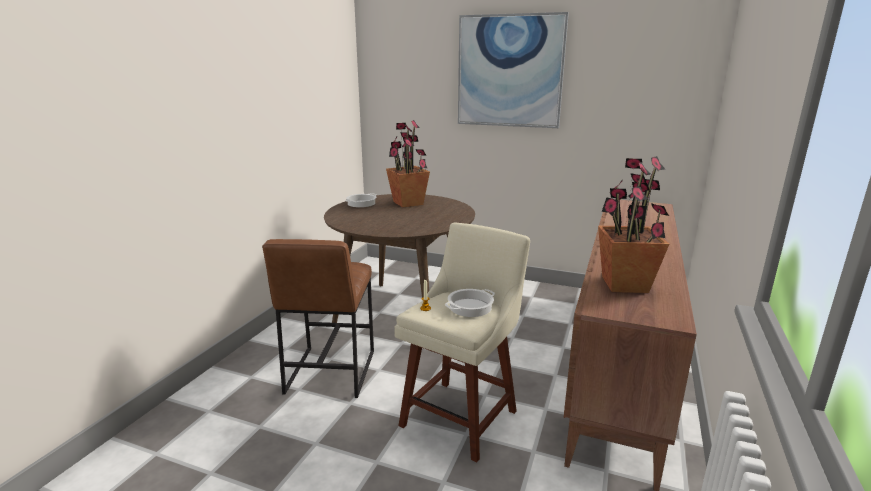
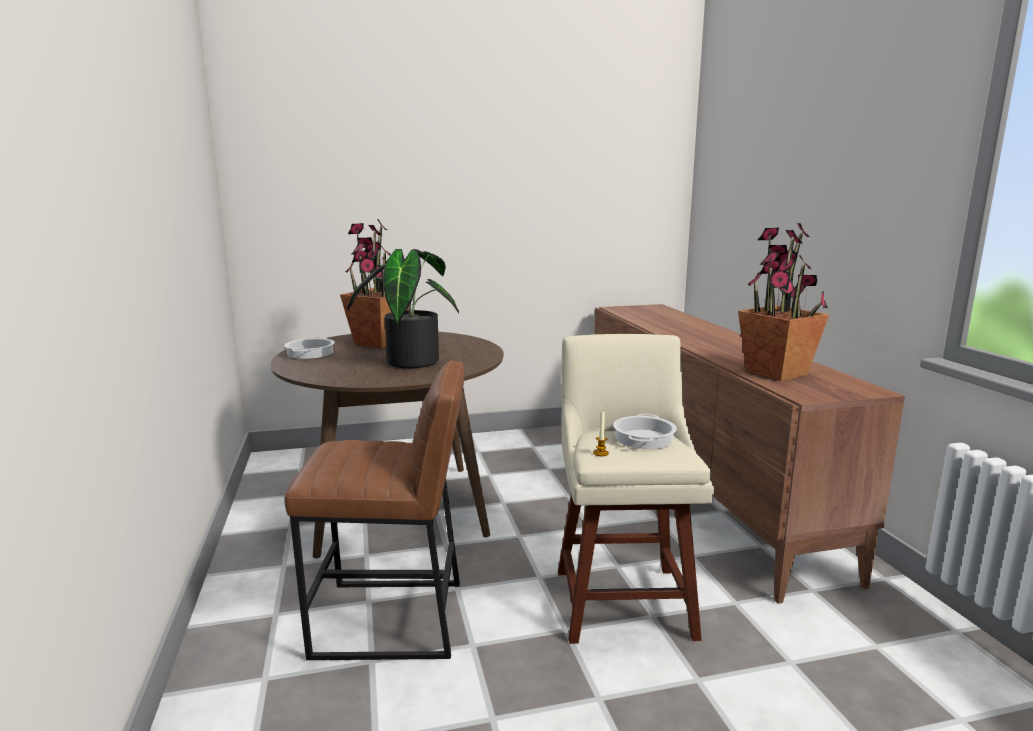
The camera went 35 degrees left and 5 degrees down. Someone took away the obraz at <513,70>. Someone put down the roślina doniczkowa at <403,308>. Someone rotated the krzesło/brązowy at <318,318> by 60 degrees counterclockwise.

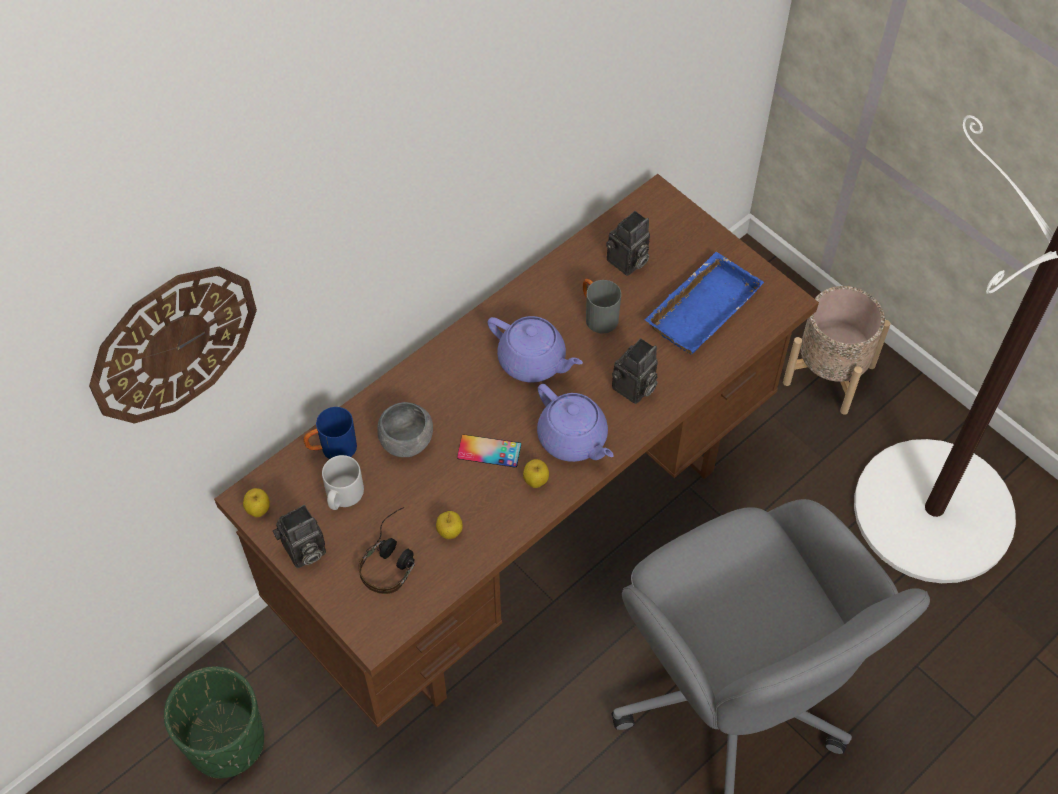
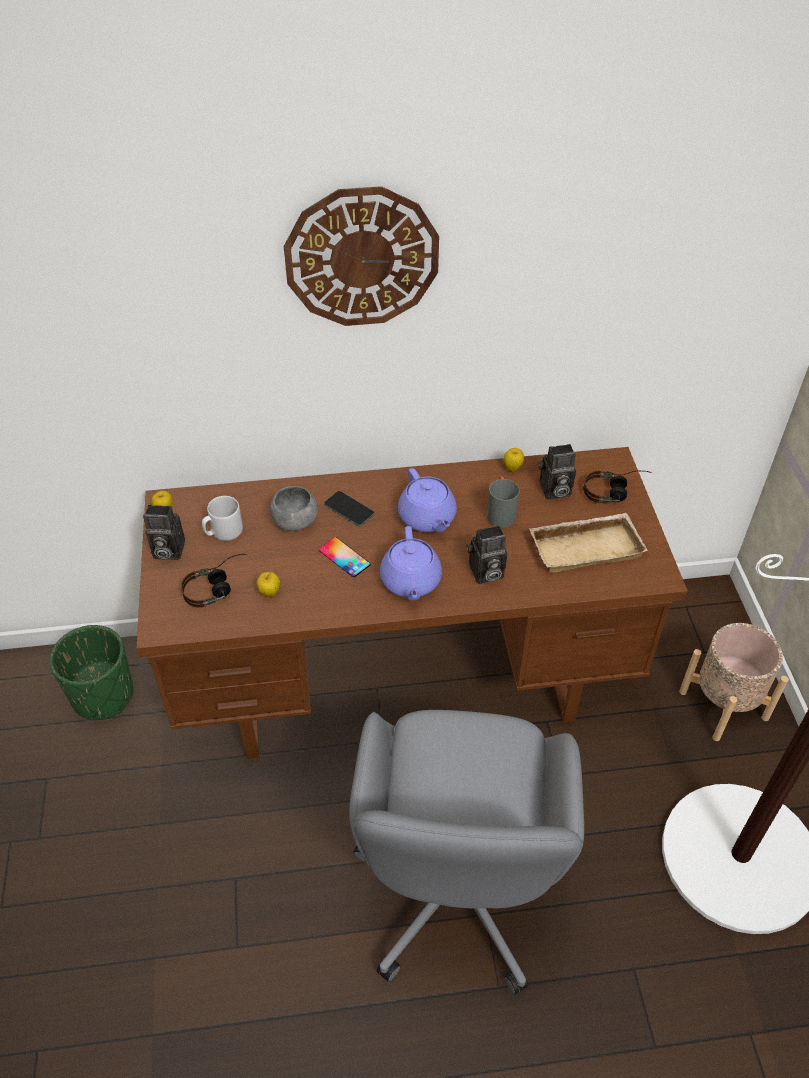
The camera went 35 degrees right and 10 degrees down. Someone took away the kubek/niebieski at <330,433>. Someone put down the telefon at <349,508>. Someone put down the słuchawki at <618,487>. Someone carried the zegar ścienny from <173,345> to <361,256>. Someone carried the jabłko from <536,473> to <514,459>. Someone repainted the taca/niebieski at <704,303>, which became the taca/beżowy at <588,543>.

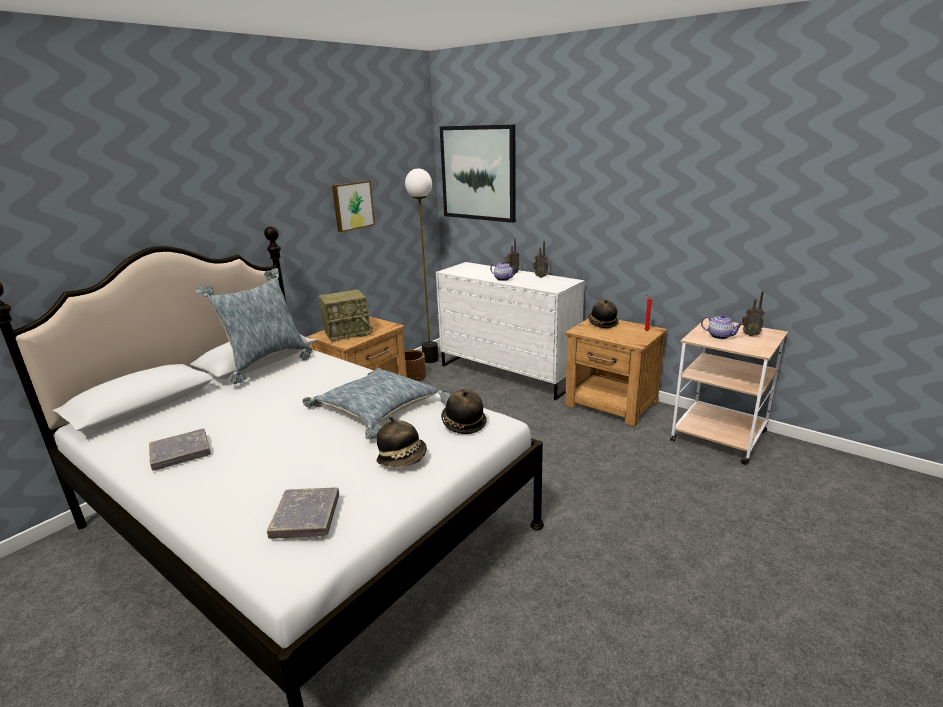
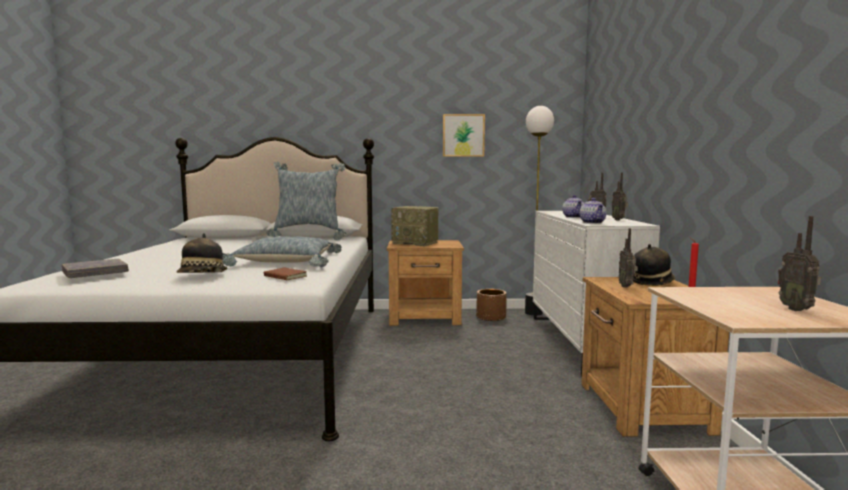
The camera went 50 degrees right and 15 degrees down. Someone took away the książka/szary at <180,450>. Someone took away the obraz at <478,173>. Someone put down the radio at <628,257>. Someone carried the imbryk from <722,327> to <593,211>. Someone swapped the kapelusz at <464,411> for the książka/brązowy at <285,273>.

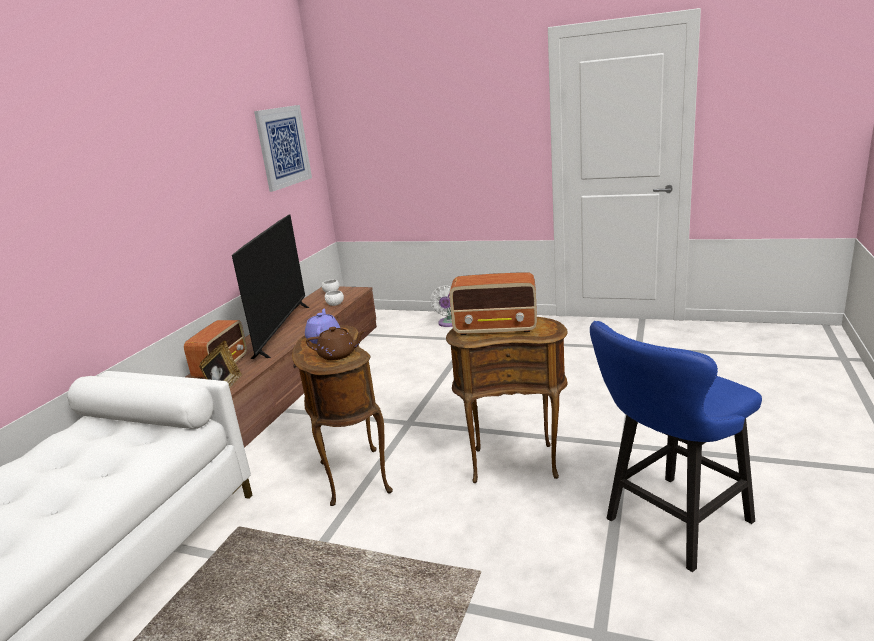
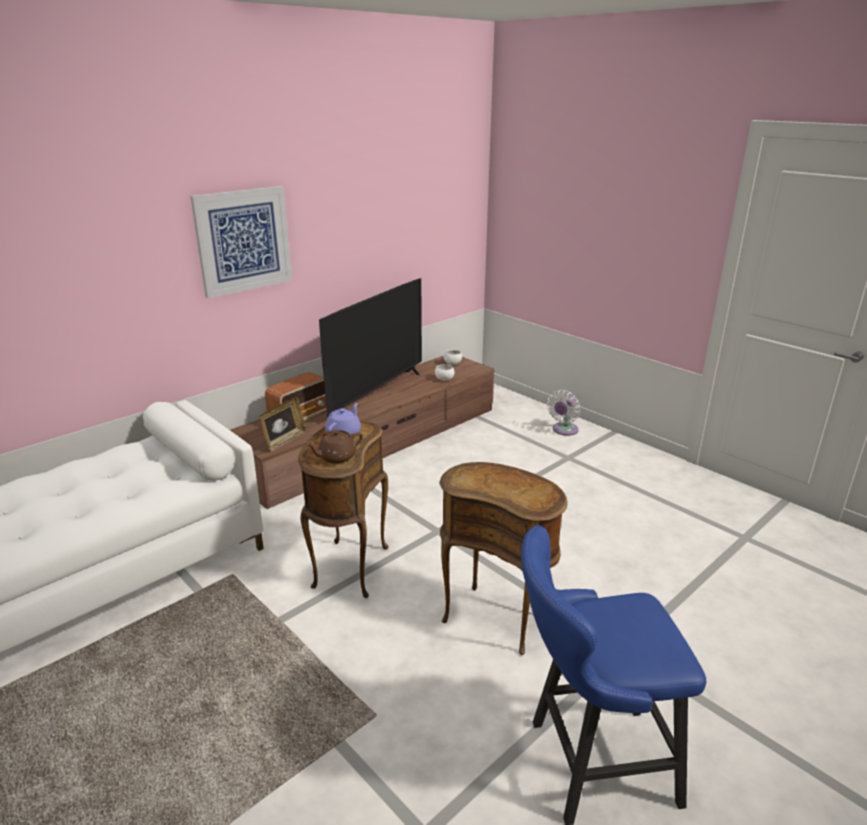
The camera went 25 degrees right and 5 degrees up. Someone took away the radio at <493,303>. Someone carried the obraz from <283,148> to <241,242>. Someone rotated the imbryk/brązowy at <336,343> by 120 degrees clockwise.

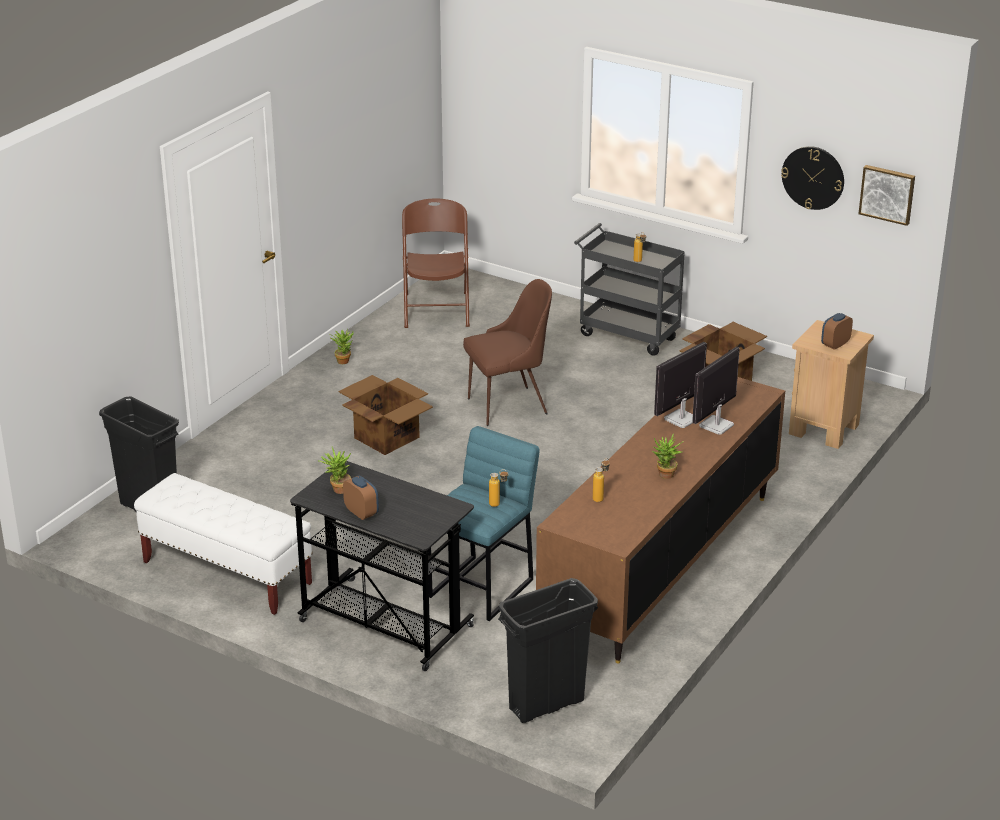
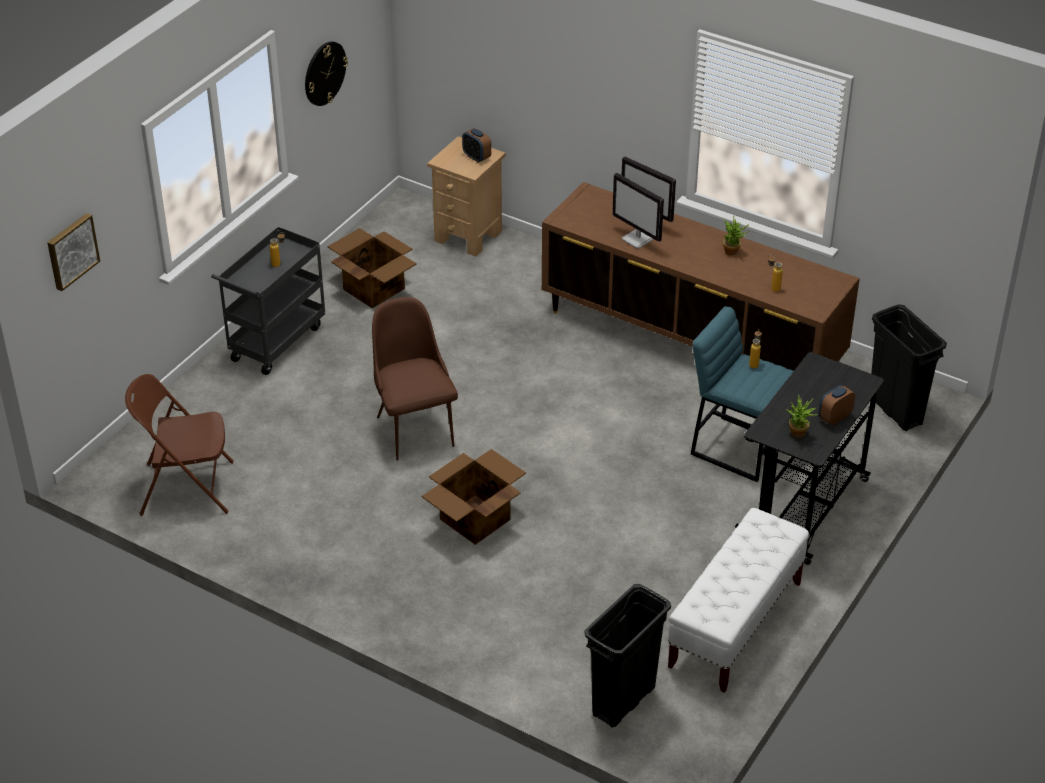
The camera went 90 degrees left and 10 degrees up. Someone took away the roślina doniczkowa at <341,347>. Someone carried the obraz from <887,195> to <74,252>.

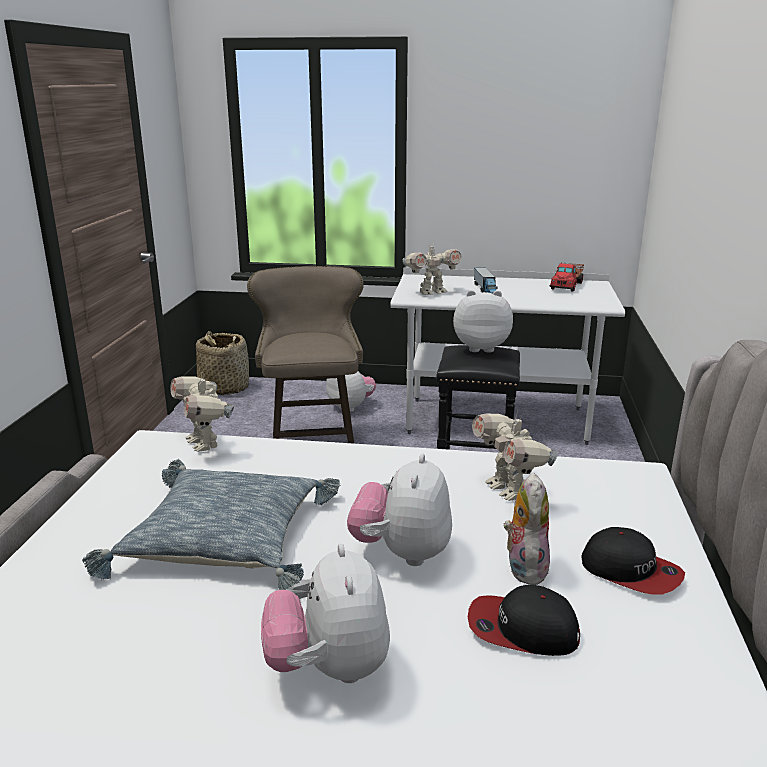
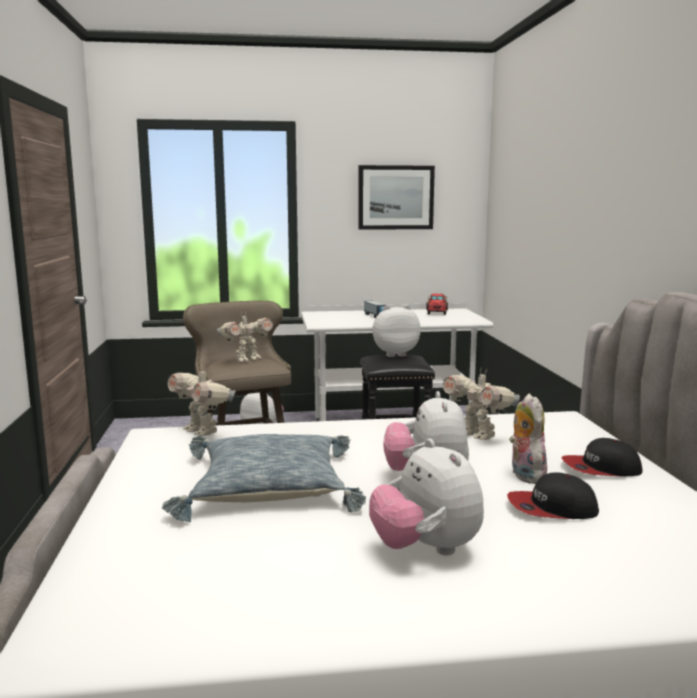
The camera went 15 degrees left and 10 degrees down. Someone took away the koszyk at <222,363>. Someone put up the obraz at <396,197>. Someone carried the robot zabawkowy from <432,268> to <245,336>. Someone rotated the czapka z daszkiem at <633,561> by 150 degrees clockwise.

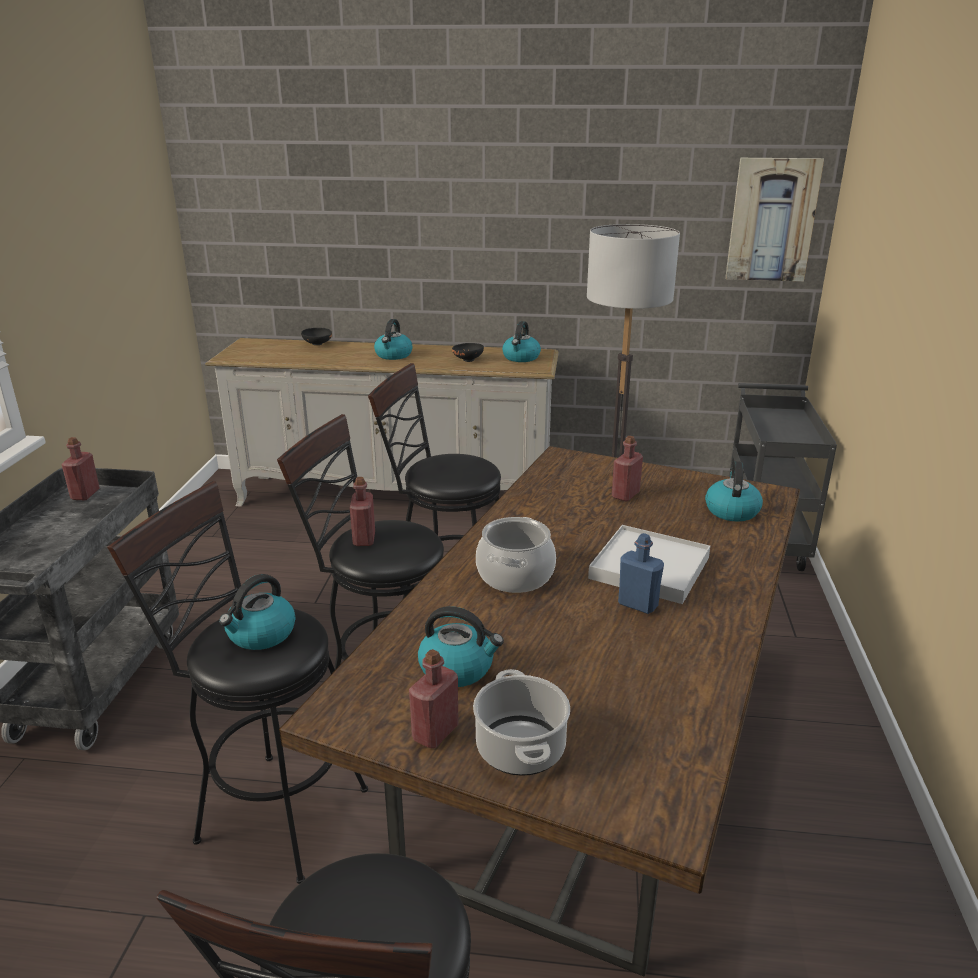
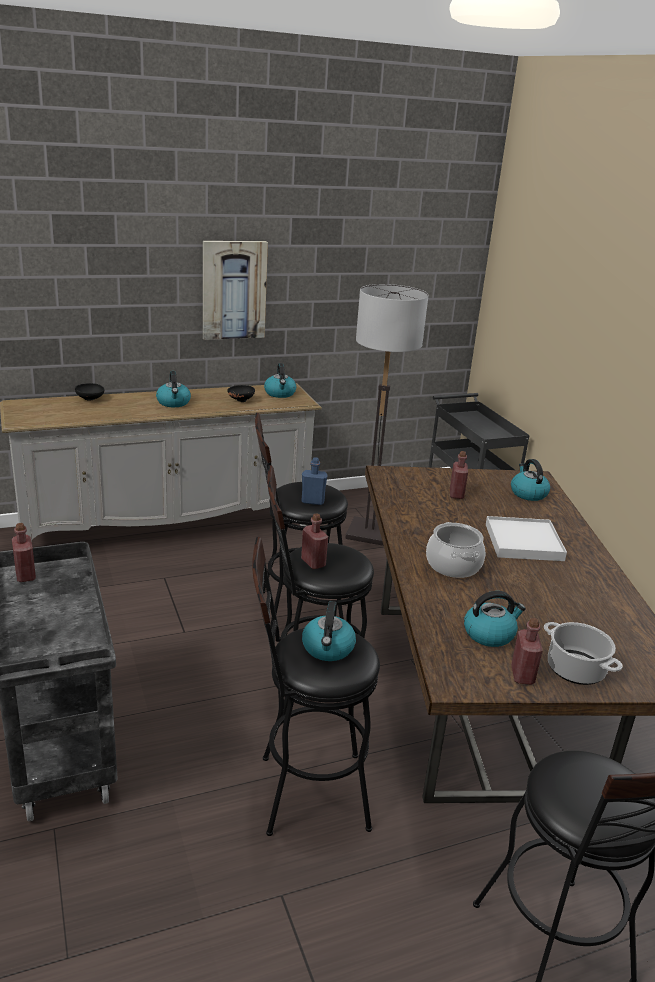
The camera went 30 degrees left and 0 degrees up. Someone carried the butelka/niebieski from <641,573> to <314,481>. Someone carried the obraz from <774,219> to <235,290>.

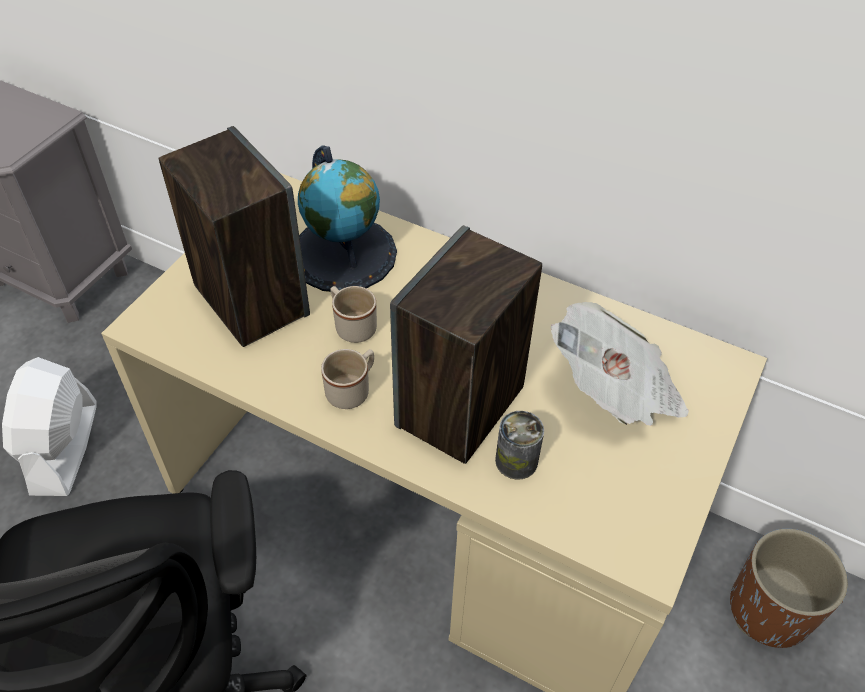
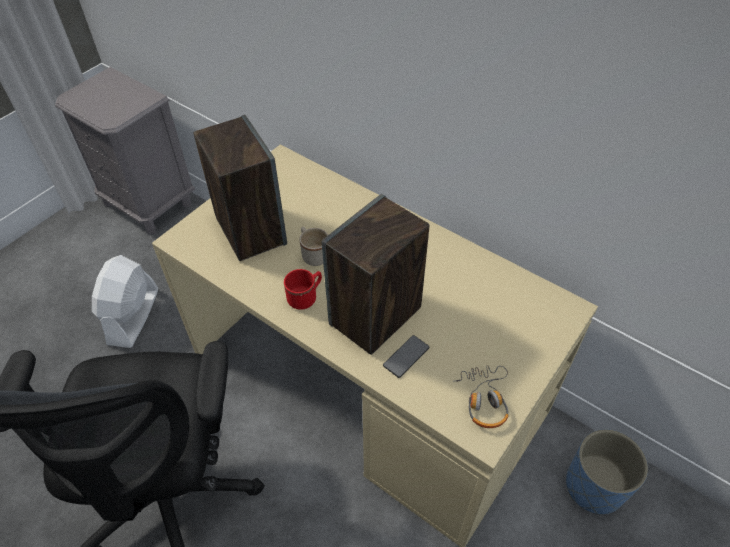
The camera went 10 degrees right and 0 degrees up. Someone took away the globus at <347,218>. Someone took away the gazeta at <620,364>. Someone put down the słuchawki at <481,396>. Someone swapped the puszka at <519,445> for the telefon at <406,356>. Someone repainted the kubek/beżowy at <347,379>, which became the kubek/czerwony at <303,289>. Someone repainted the donica/brązowy at <789,588>, which became the donica/niebieski at <607,472>.

